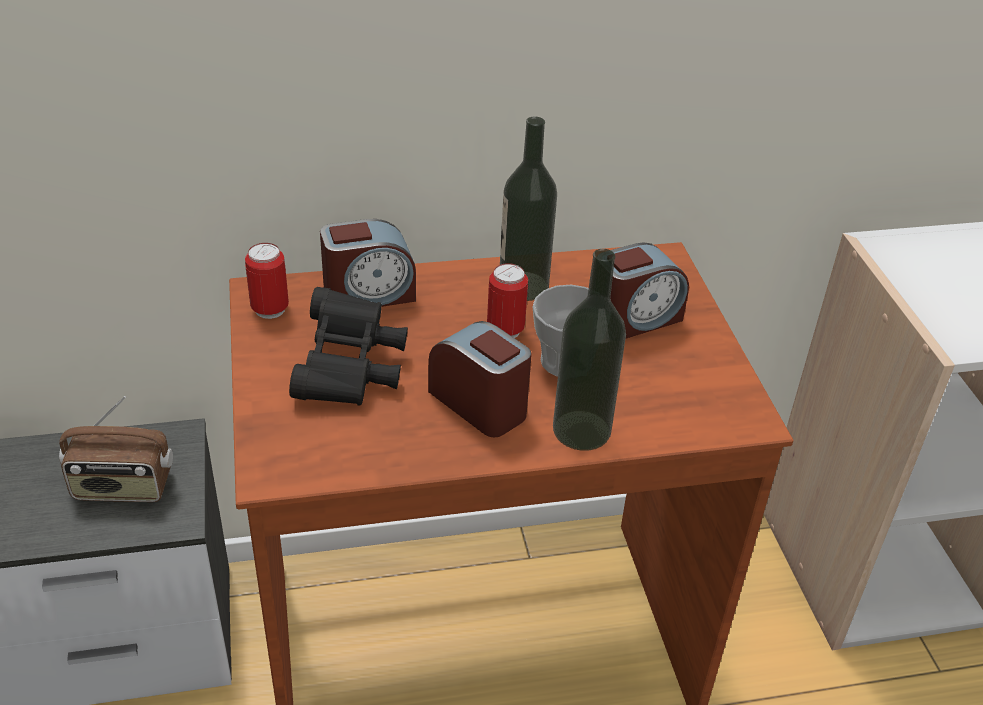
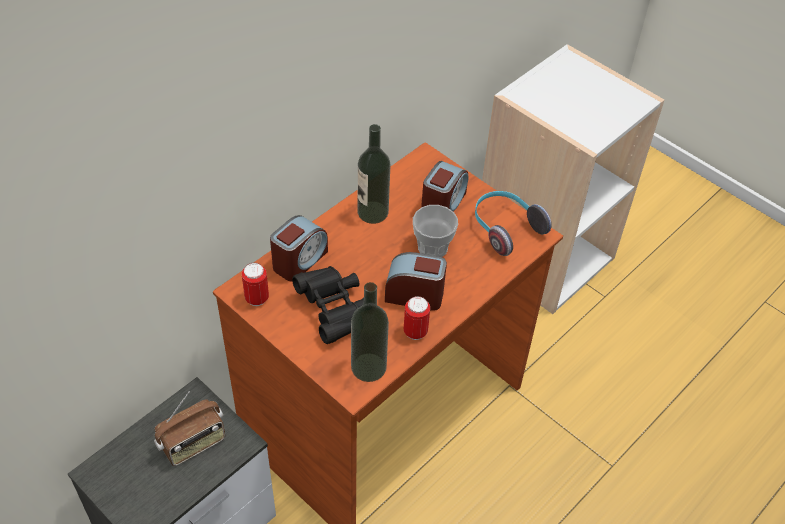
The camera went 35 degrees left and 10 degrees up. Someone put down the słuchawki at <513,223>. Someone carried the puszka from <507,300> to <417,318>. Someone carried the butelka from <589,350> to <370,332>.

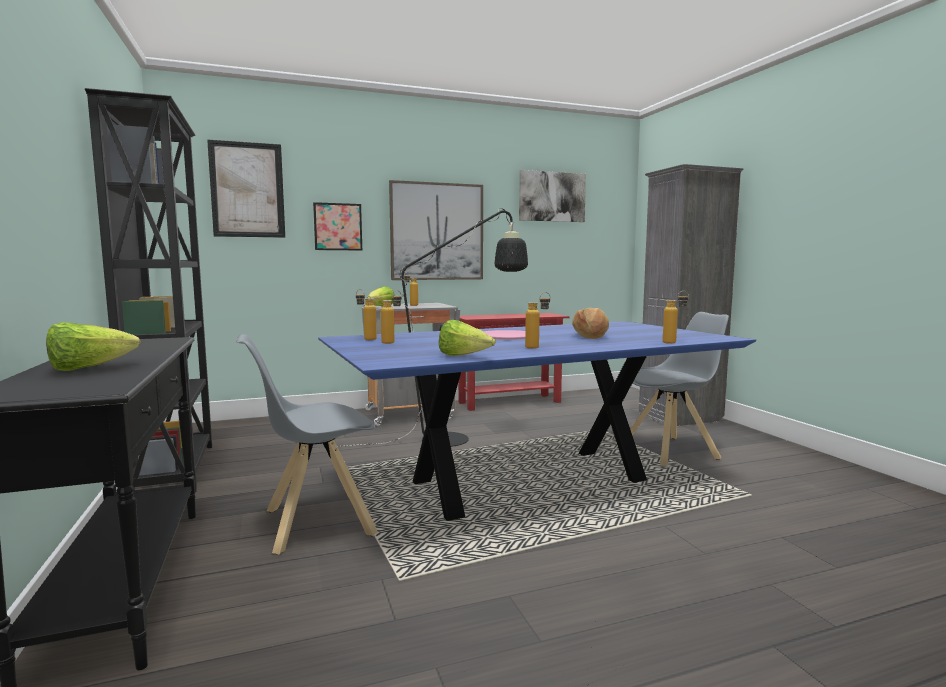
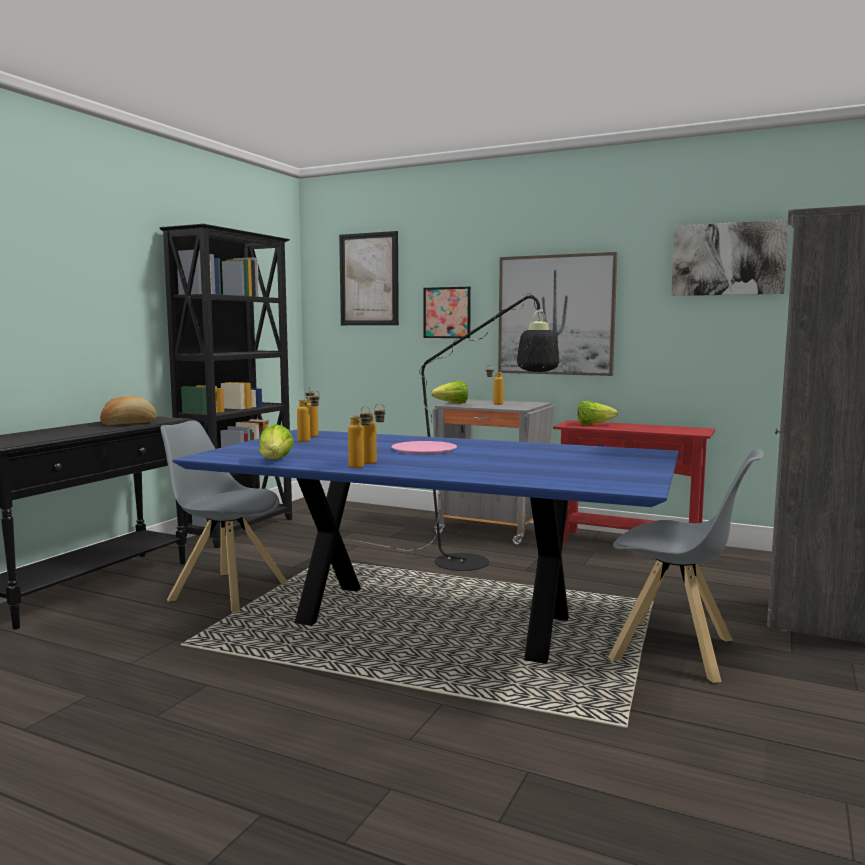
The camera went 45 degrees right and 0 degrees up. Someone carried the sałata from <93,346> to <598,413>. Someone carried the chleb from <590,323> to <128,410>. Someone carried the butelka from <676,317> to <360,437>.

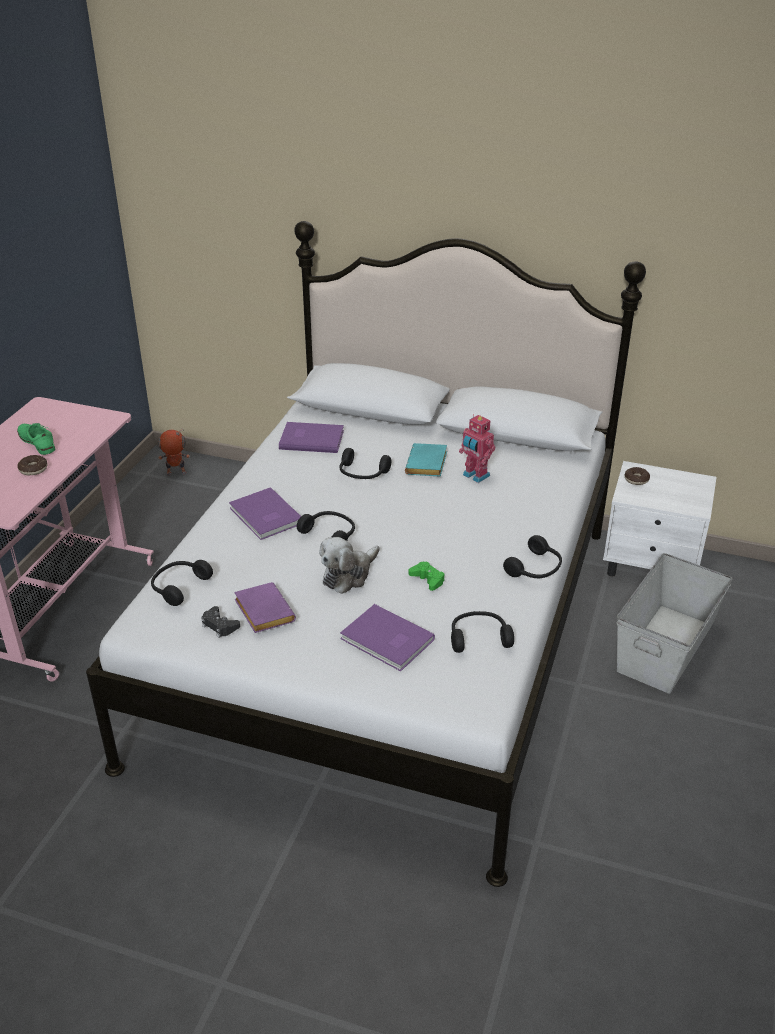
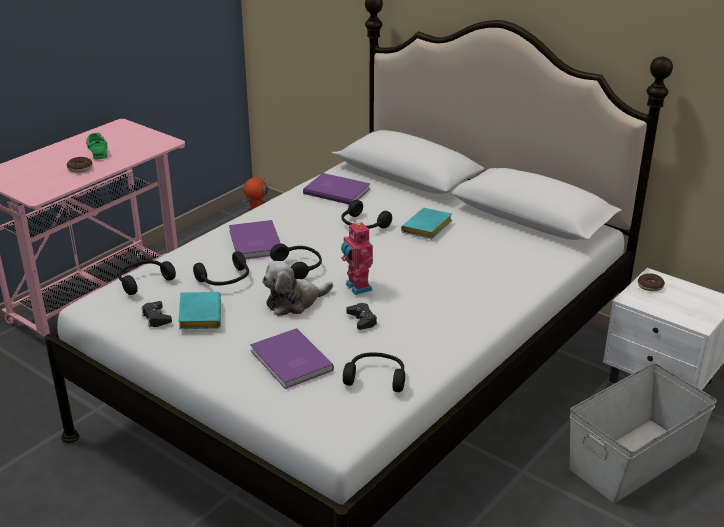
The camera went 20 degrees right and 5 degrees down. Someone carried the robot zabawkowy from <477,448> to <357,258>. Someone carried the słuchawki/czarny from <532,556> to <221,268>. Someone repainted the książka/fioletowy at <265,607>, which became the książka/turkusowy at <200,310>. Someone repainted the pad do gier/zielony at <426,576>, which became the pad do gier/czarny at <361,316>.

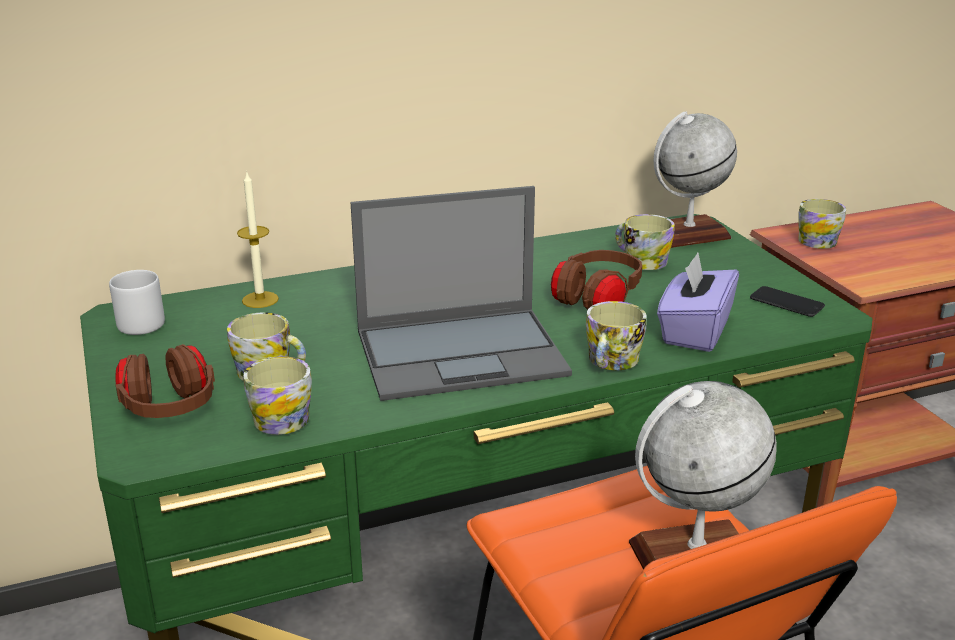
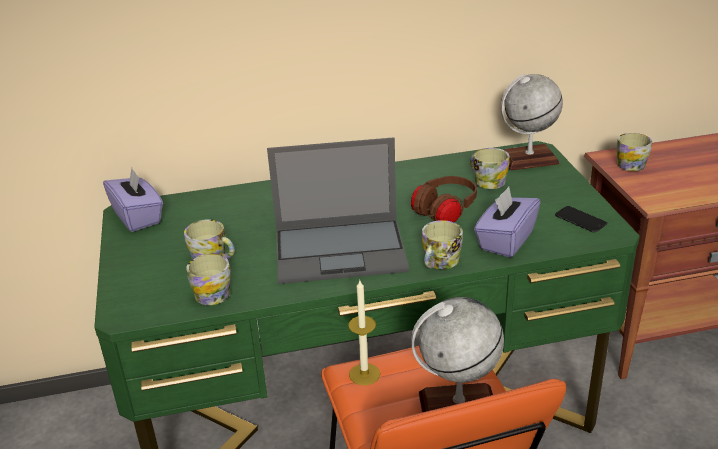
The camera went 10 degrees right and 5 degrees up. Someone took away the słuchawki/brązowy at <165,381>. Someone carried the świeca from <258,239> to <364,332>. Someone swapped the kubek/szary at <137,302> for the pudełko chusteczek/fioletowy at <133,200>.

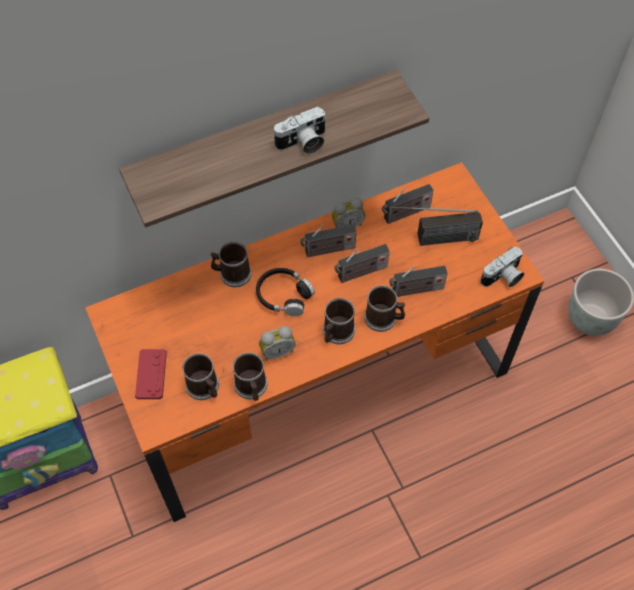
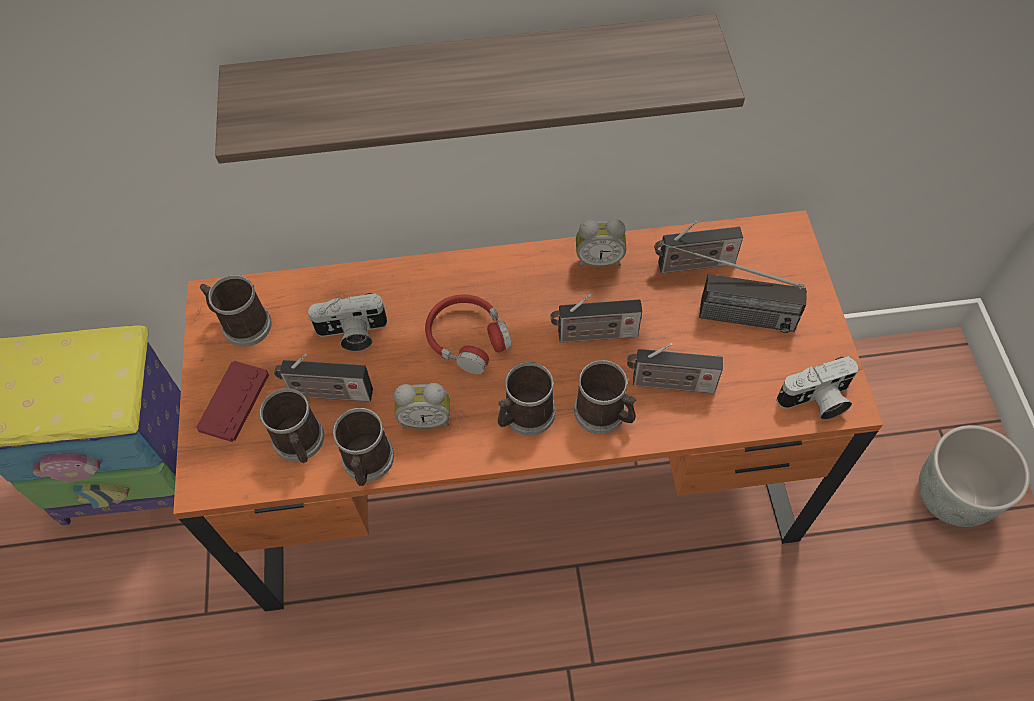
The camera went 20 degrees right and 0 degrees up. Someone carried the kubek from <231,264> to <236,311>. Someone carried the aparat fotograficzny from <299,130> to <348,322>. Someone carried the radio from <328,240> to <323,378>. Someone repainted the słuchawki/czarny at <285,292>, which became the słuchawki/czerwony at <468,334>.

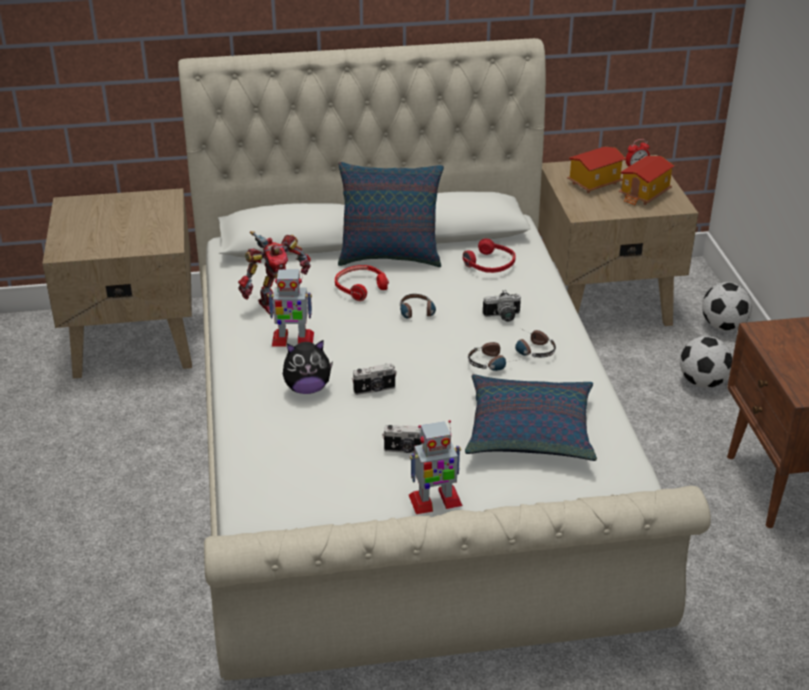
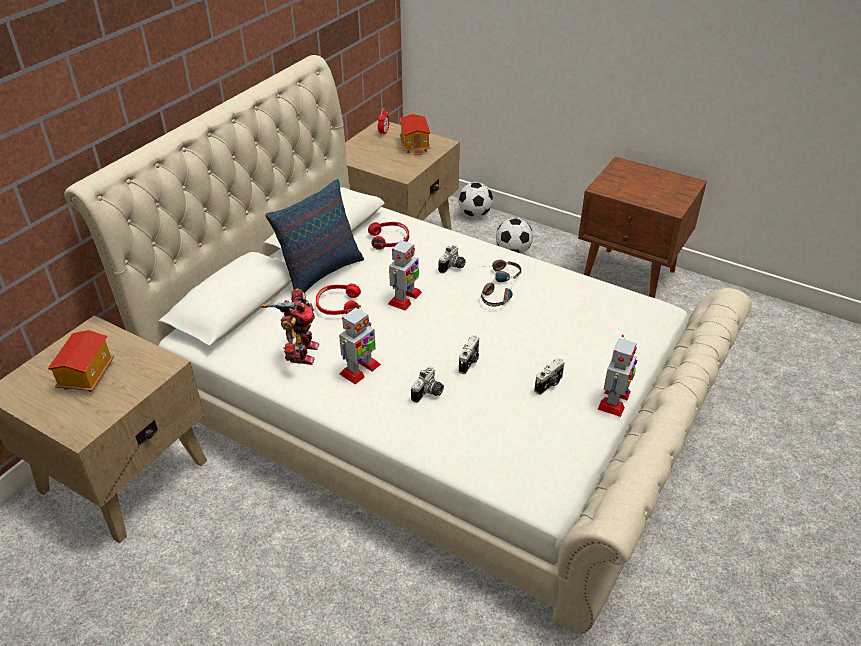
The camera went 50 degrees left and 5 degrees up. Someone took away the poduszka/niebieski at <531,417>. Someone carried the domek from <596,170> to <81,361>. Someone swapped the pluszak at <308,367> for the aparat fotograficzny at <427,384>. Someone swapped the słuchawki at <418,306> for the robot zabawkowy at <405,274>.

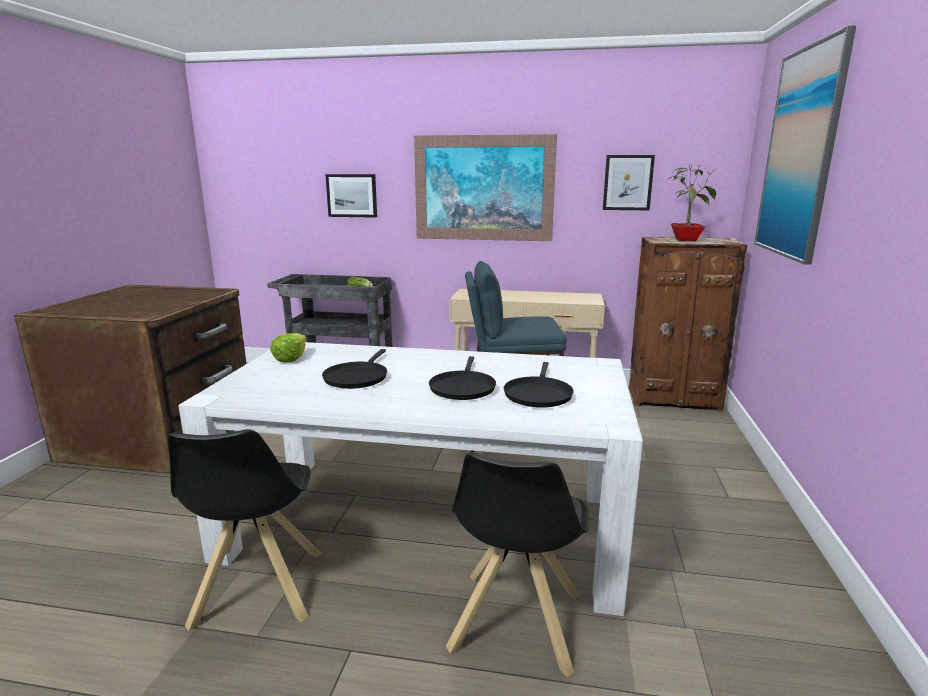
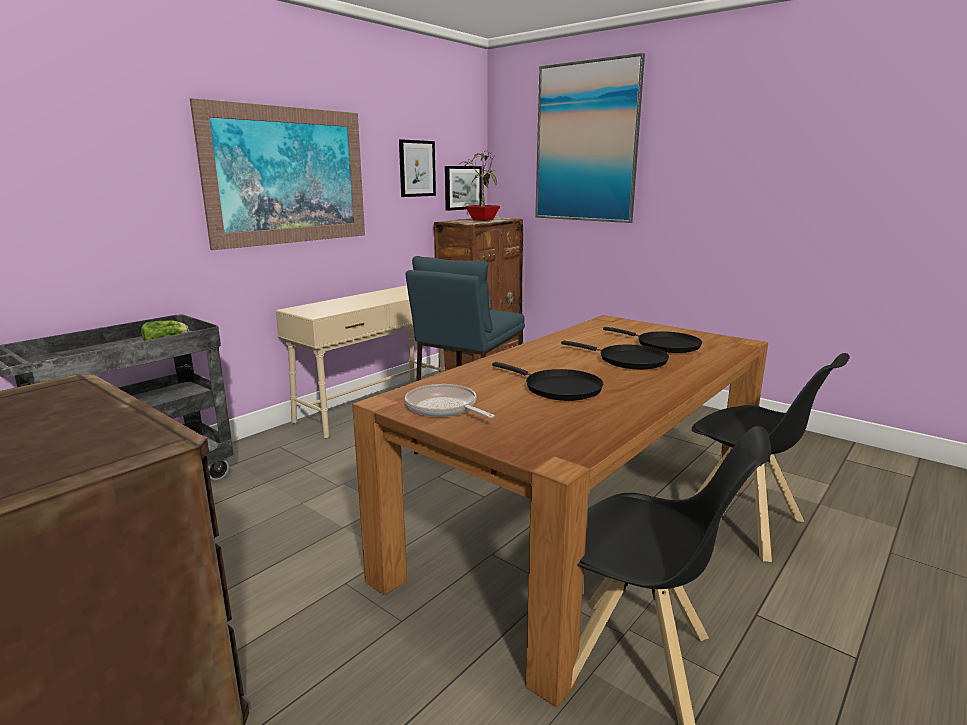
The camera went 60 degrees left and 0 degrees up. Someone carried the obraz from <351,196> to <463,188>. Someone swapped the sałata at <288,348> for the patelnia at <450,401>. Someone repainted the stół jadalny/biały at <410,479>, which became the stół jadalny/brązowy at <560,511>.

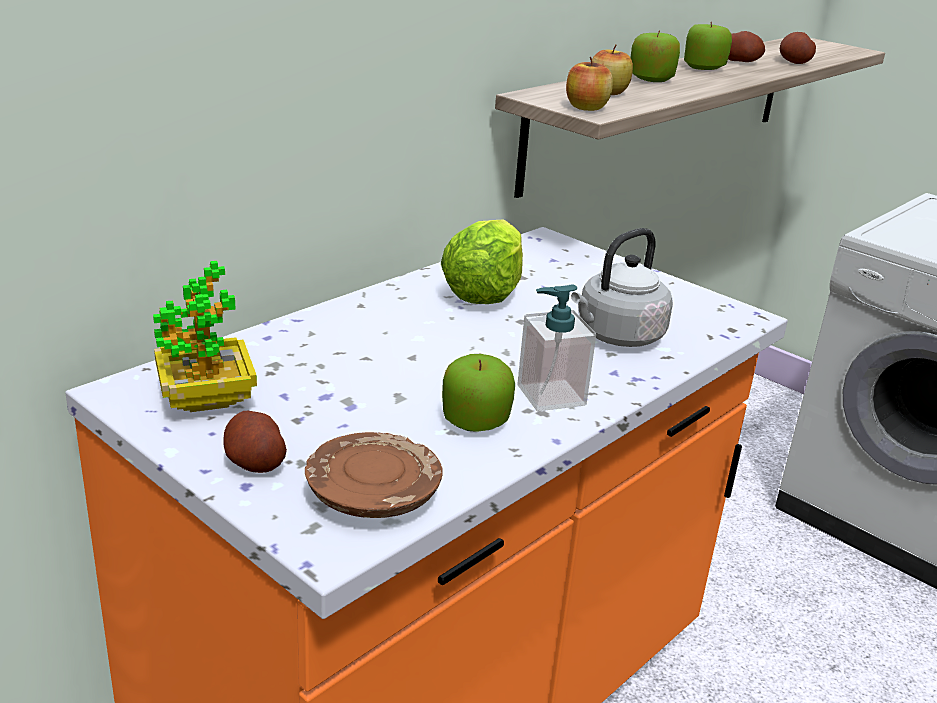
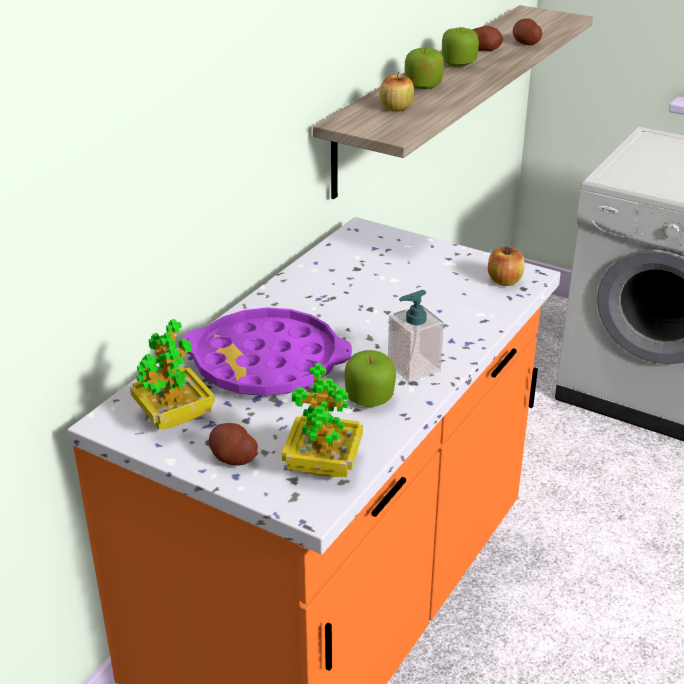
The camera went 10 degrees left and 5 degrees up. Someone took away the sałata at <482,262>. Someone took away the czajnik/szary at <622,287>. Someone put down the taca/fioletowy at <267,351>. Someone carried the jabłko from <589,84> to <506,266>. Someone swapped the talerz/brązowy at <374,475> for the roślina doniczkowa at <322,420>.

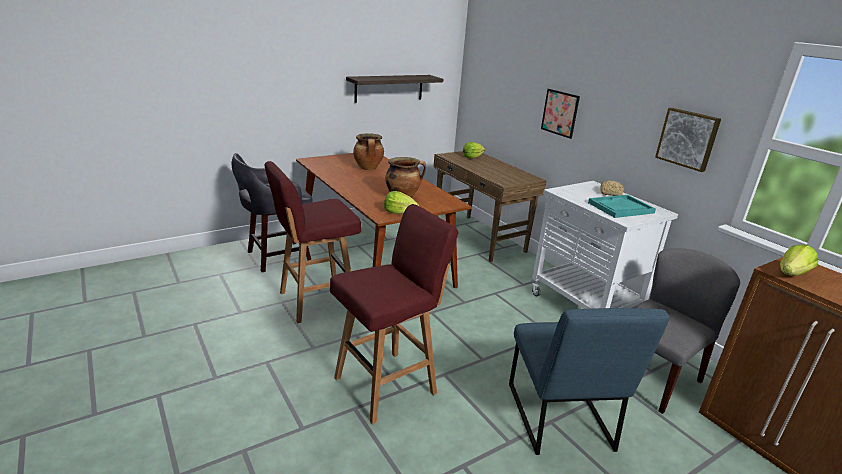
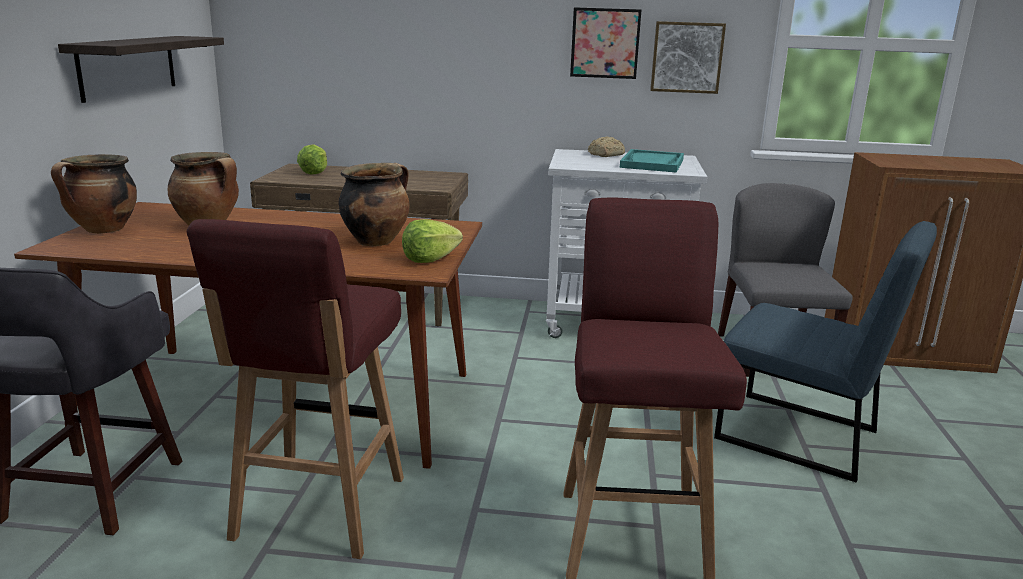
The camera went 50 degrees left and 5 degrees down. Someone took away the sałata at <799,260>. Someone put down the garnek at <94,194>. Someone carried the obraz from <560,114> to <605,43>.

